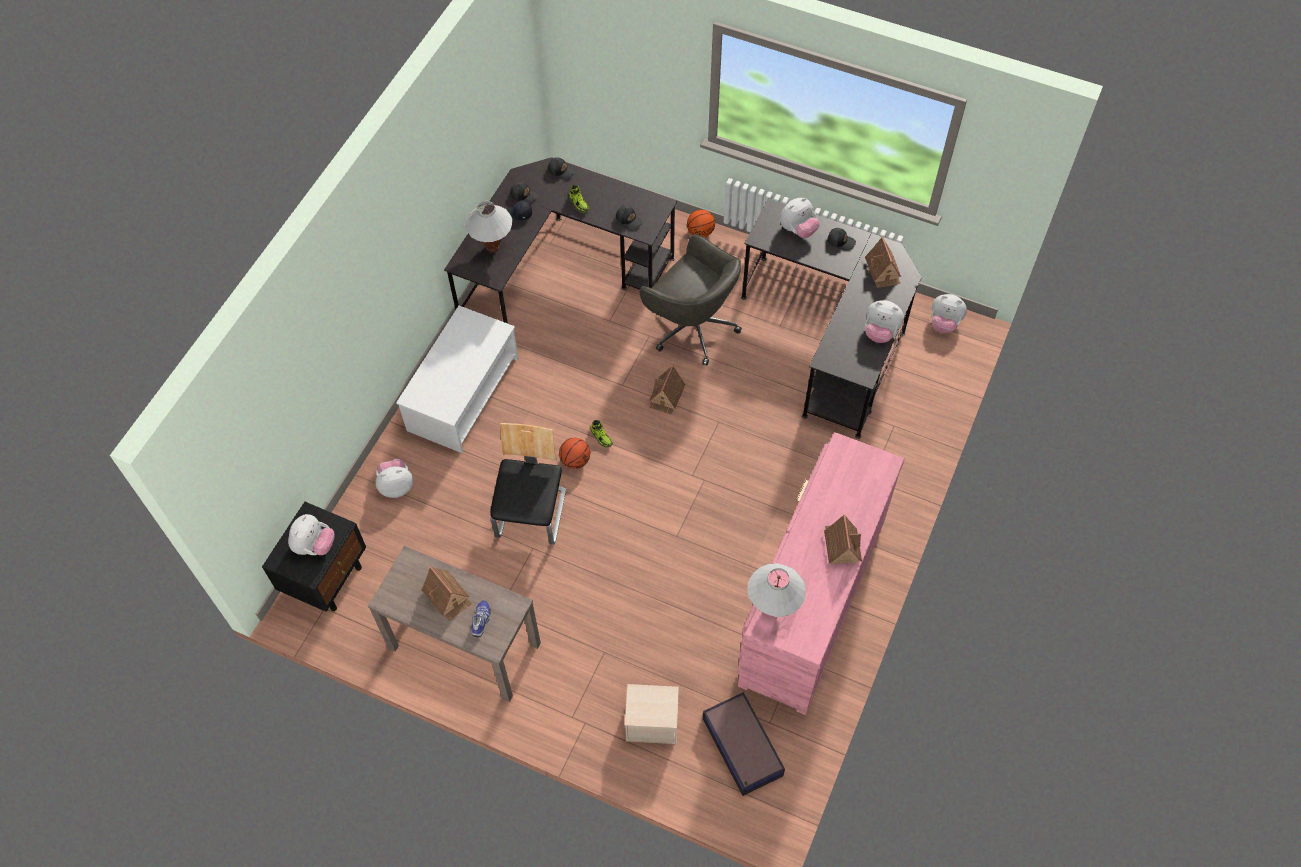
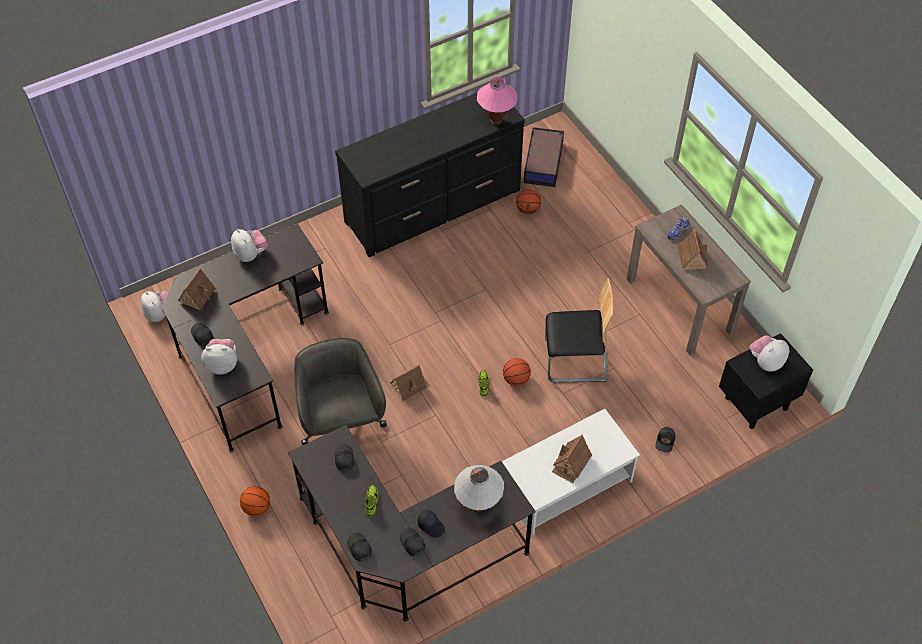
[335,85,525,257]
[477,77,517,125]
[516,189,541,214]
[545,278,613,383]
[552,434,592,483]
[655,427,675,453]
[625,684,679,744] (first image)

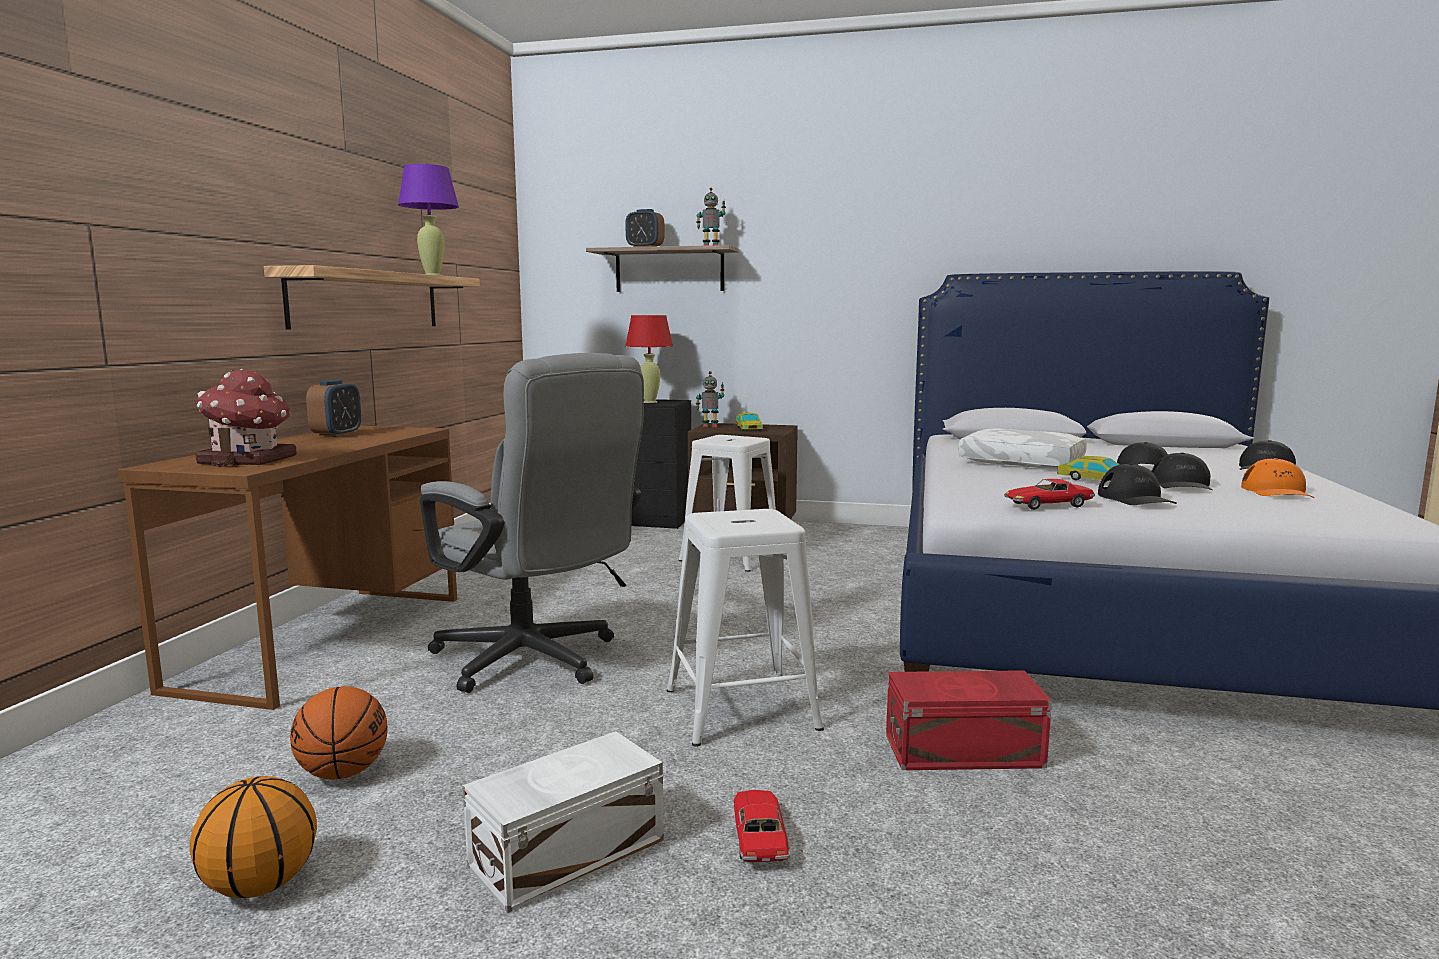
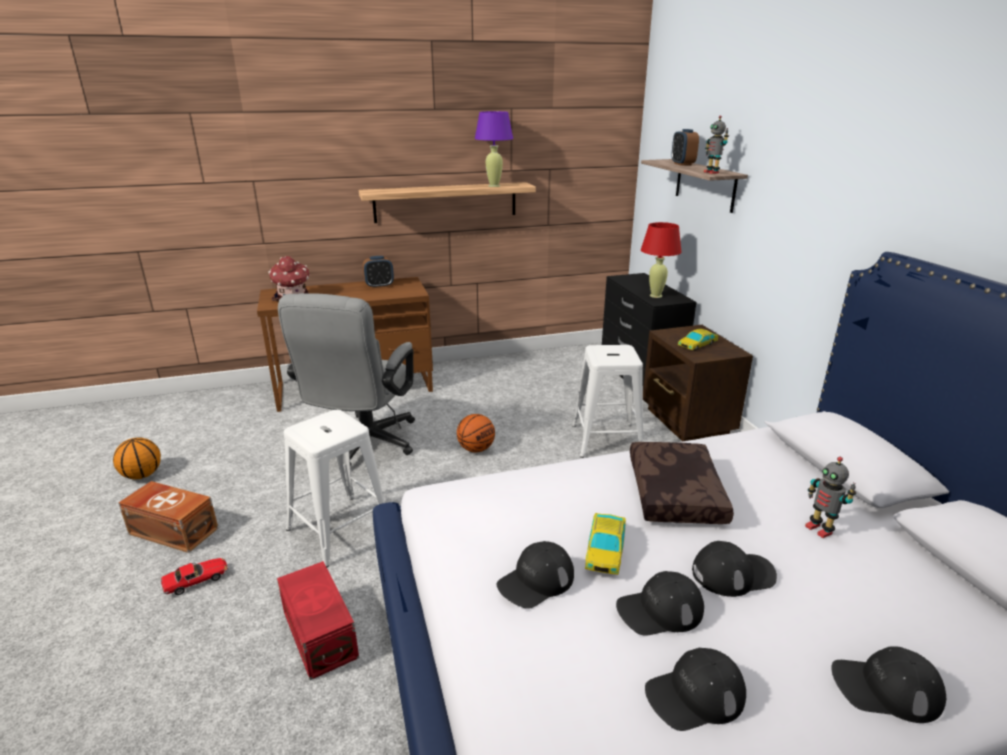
[118,481,218,553]
[457,414,495,452]
[630,442,734,524]
[645,647,746,731]
[805,457,856,538]
[1004,479,1095,510] (first image)

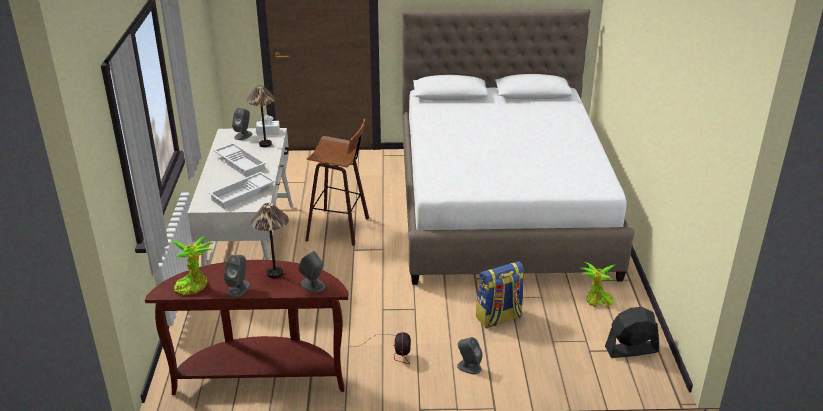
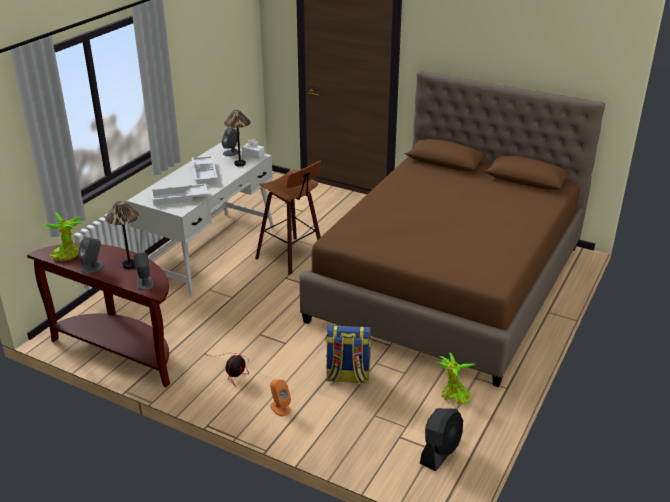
[270,379,291,416]
[299,71,605,387]
[420,408,463,471]

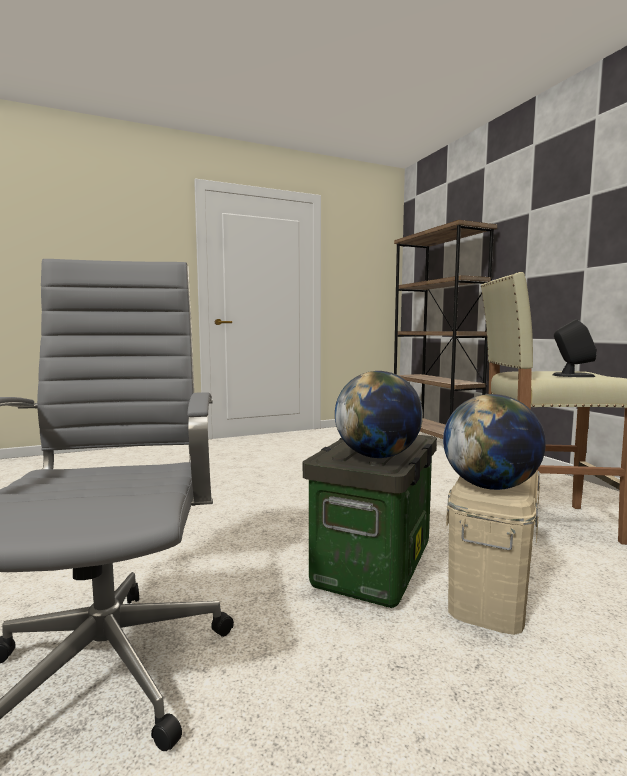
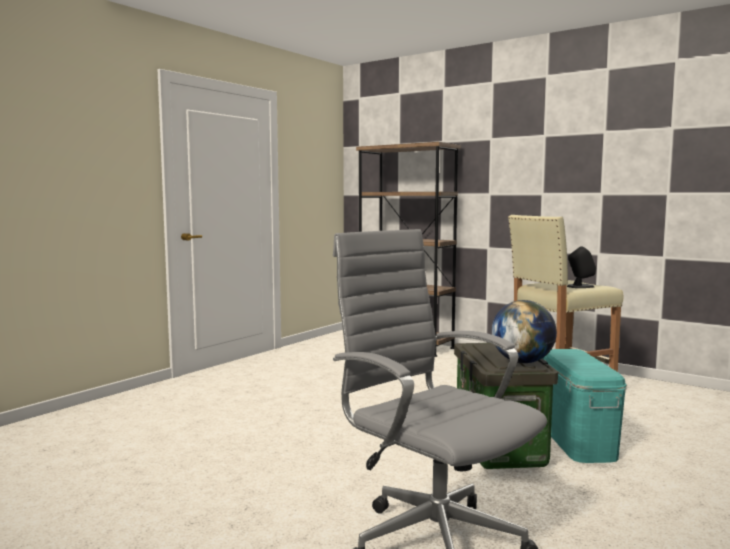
[542,349,627,463]
[443,394,546,490] (first image)

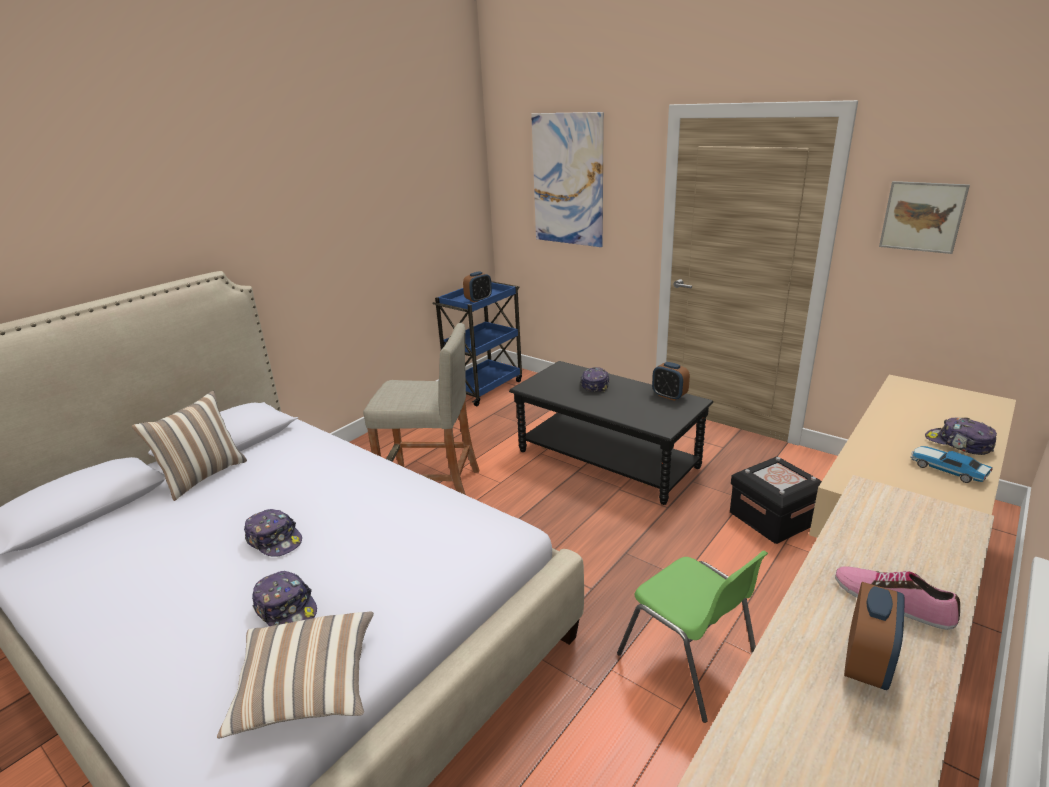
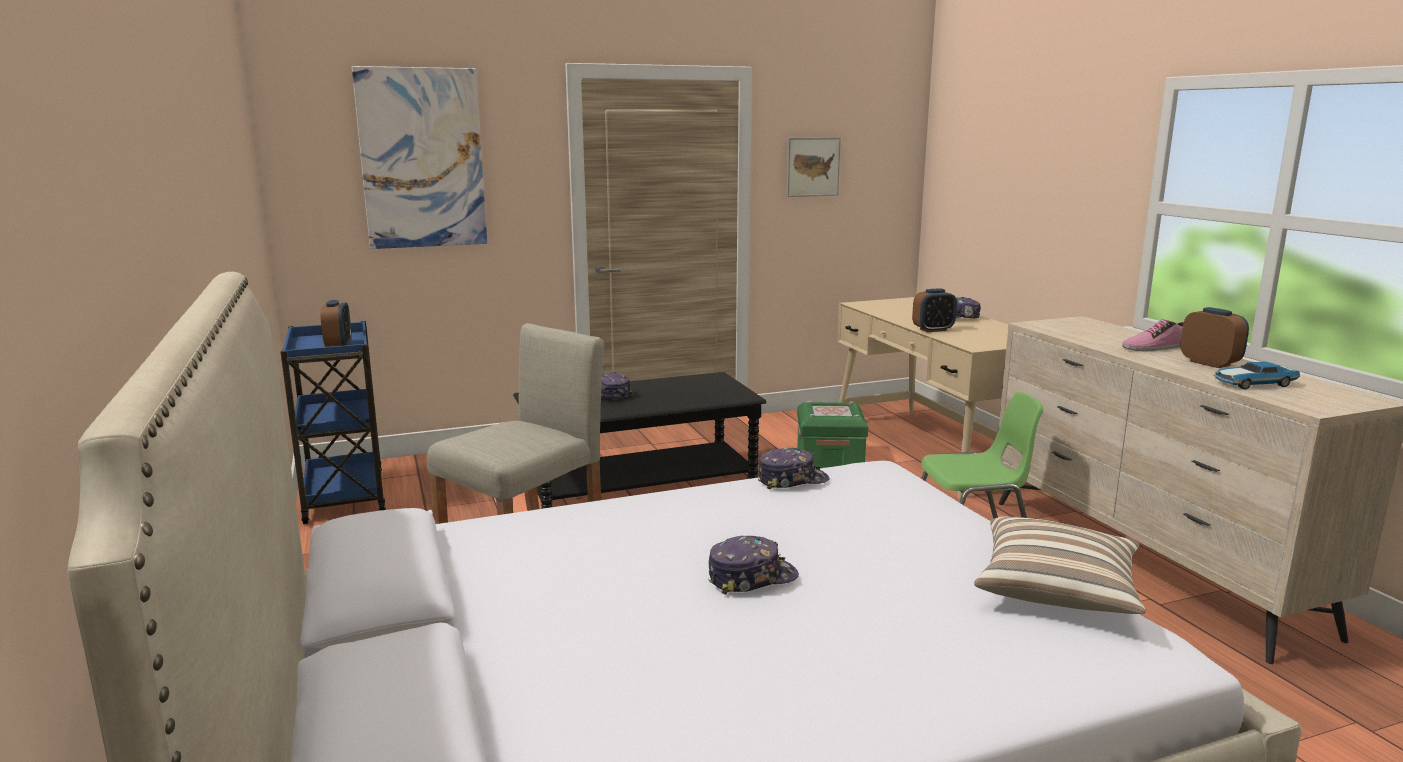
[758,447,830,490]
[797,401,868,468]
[912,289,957,332]
[1213,361,1300,390]
[132,391,247,501] (first image)

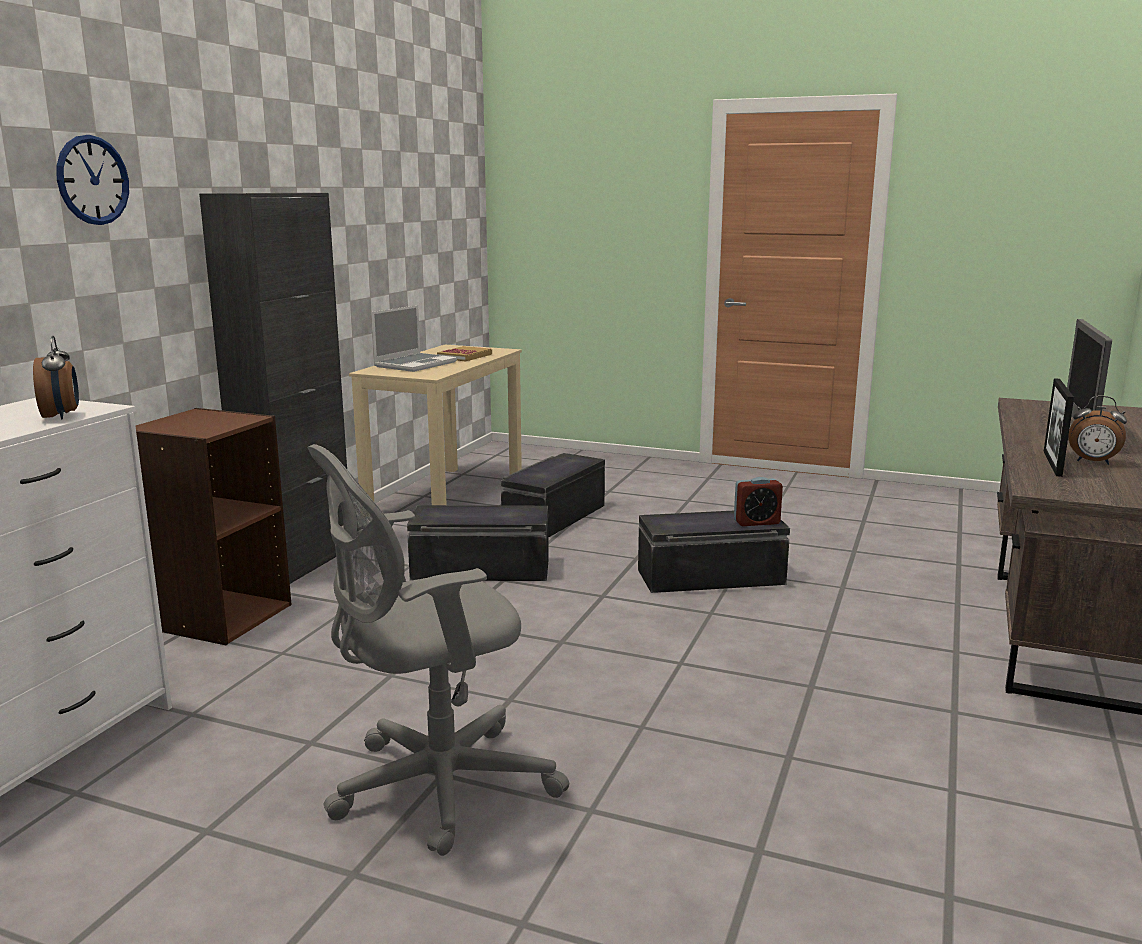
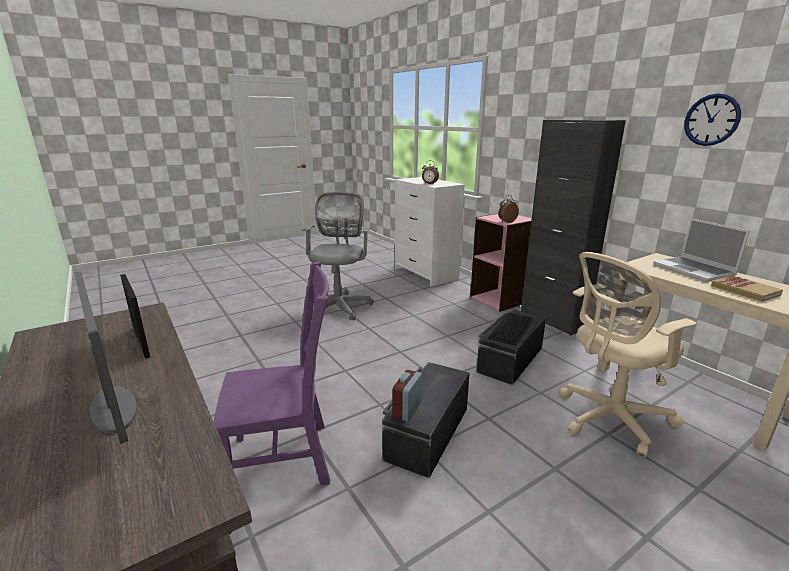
[214,261,330,485]
[470,213,532,312]
[487,313,534,346]
[498,195,519,223]
[559,252,697,457]
[684,93,741,146]

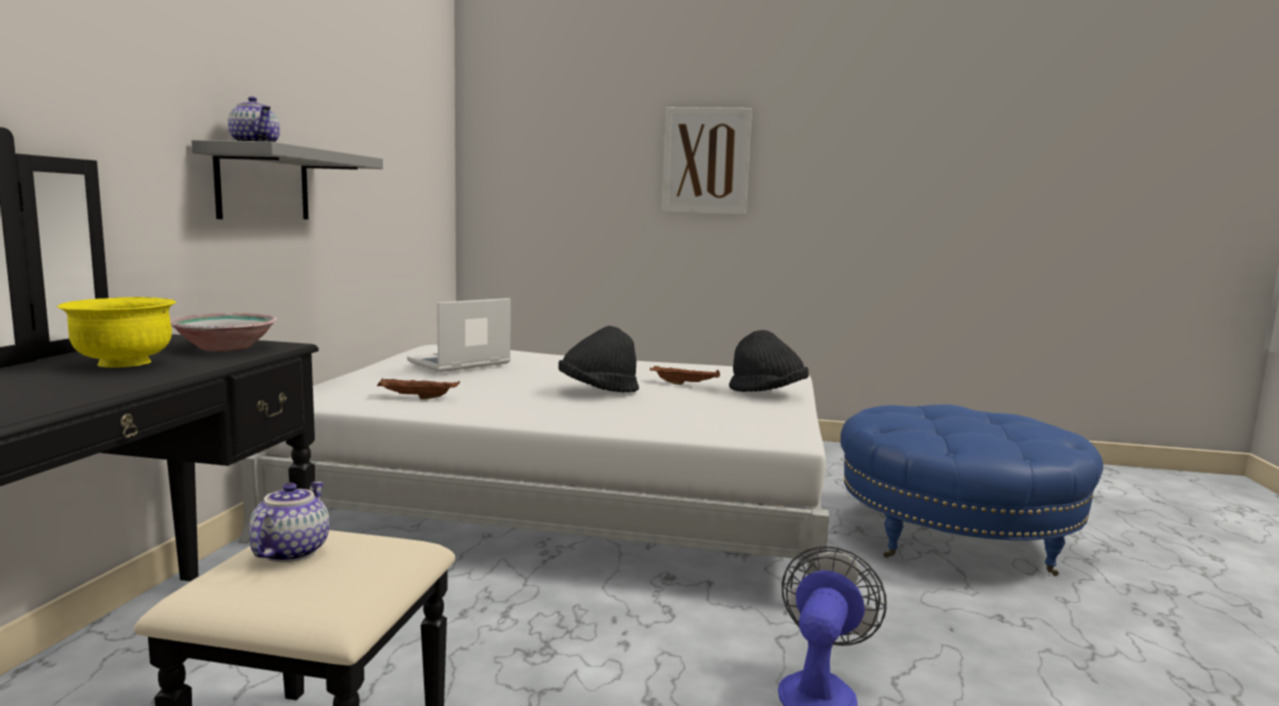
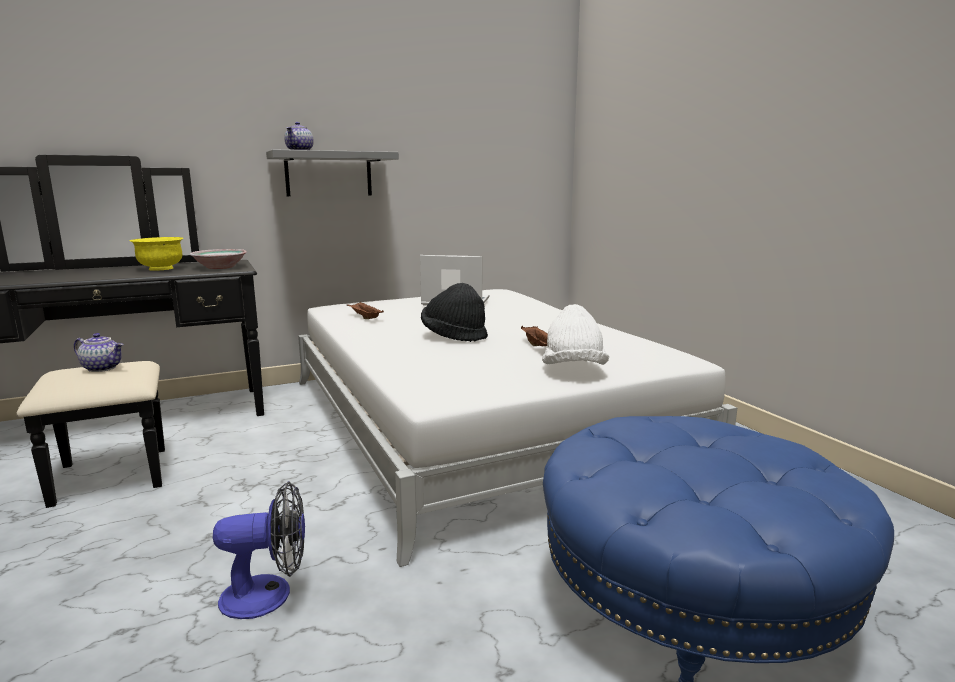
[74,333,124,372]
[542,304,609,365]
[661,107,752,215] (first image)

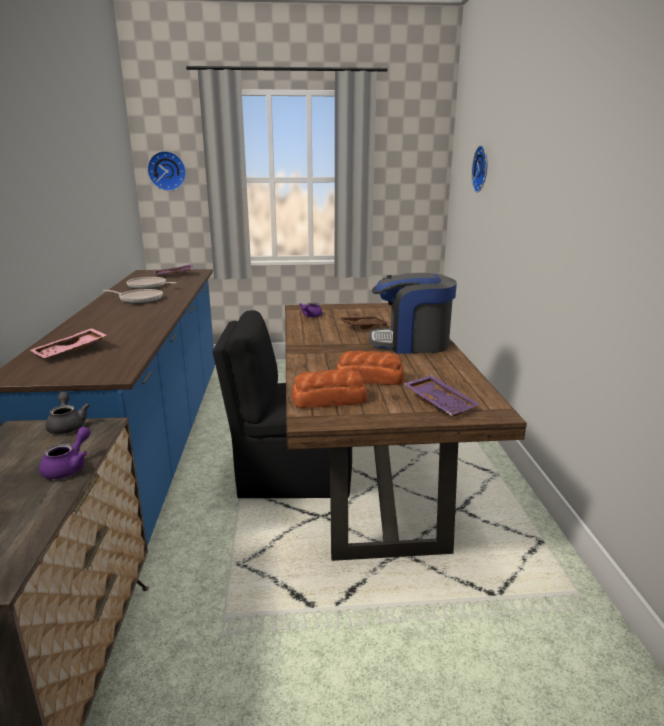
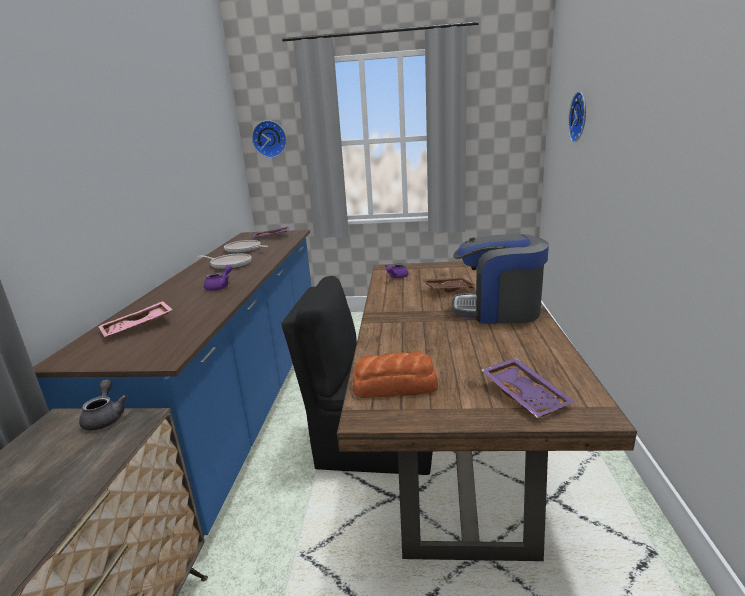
[204,265,232,291]
[337,351,404,385] (first image)

